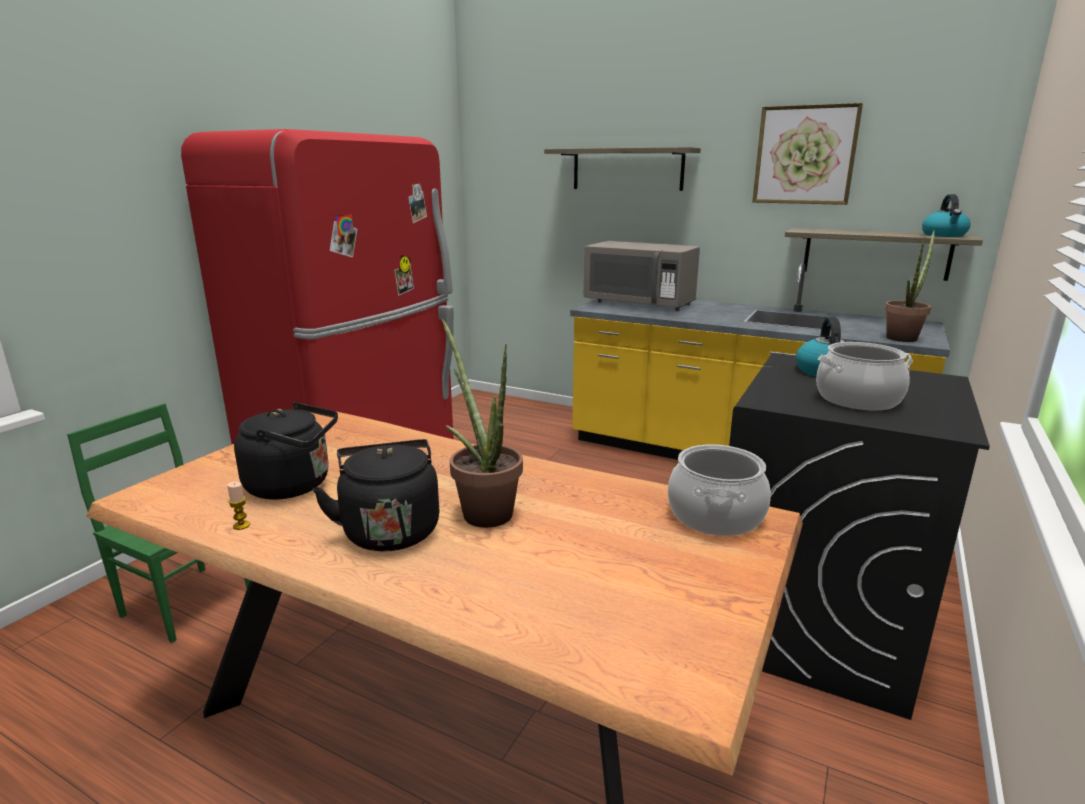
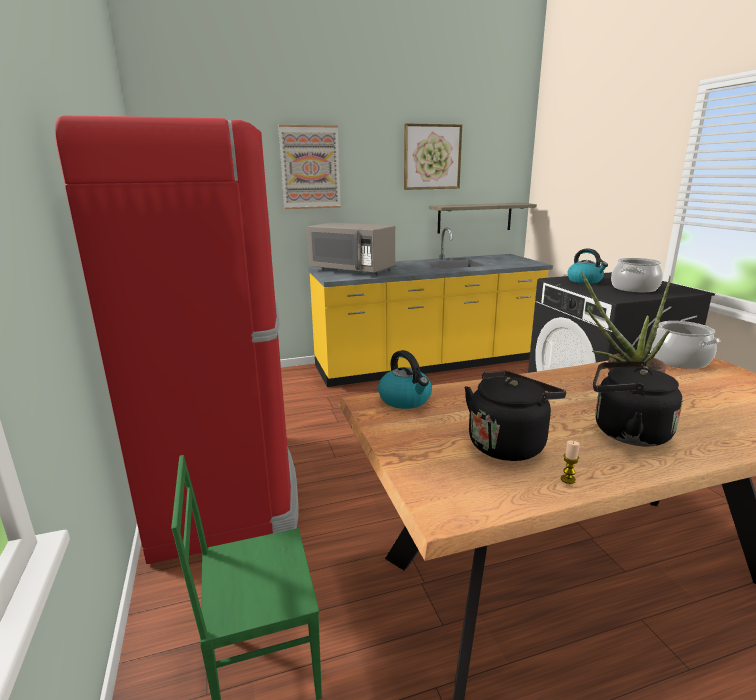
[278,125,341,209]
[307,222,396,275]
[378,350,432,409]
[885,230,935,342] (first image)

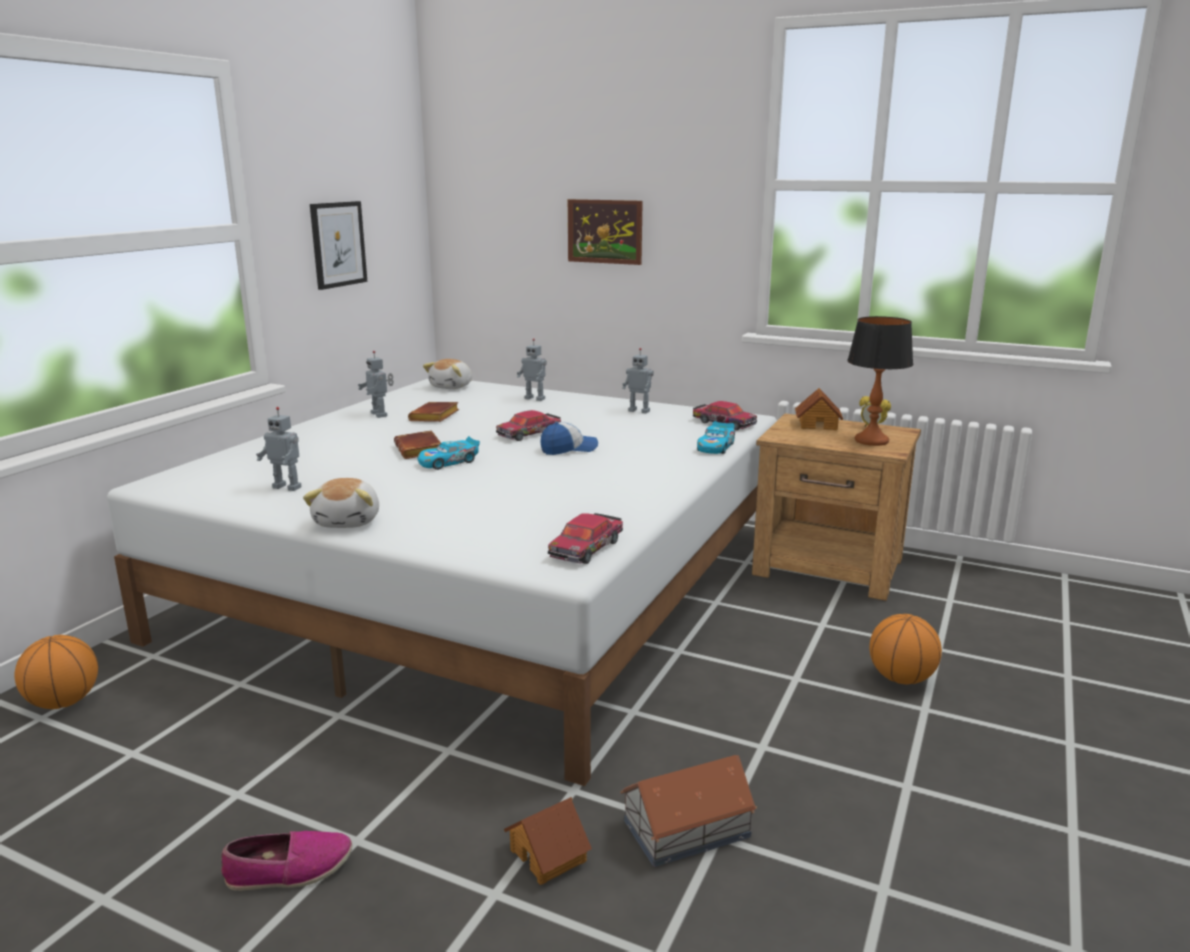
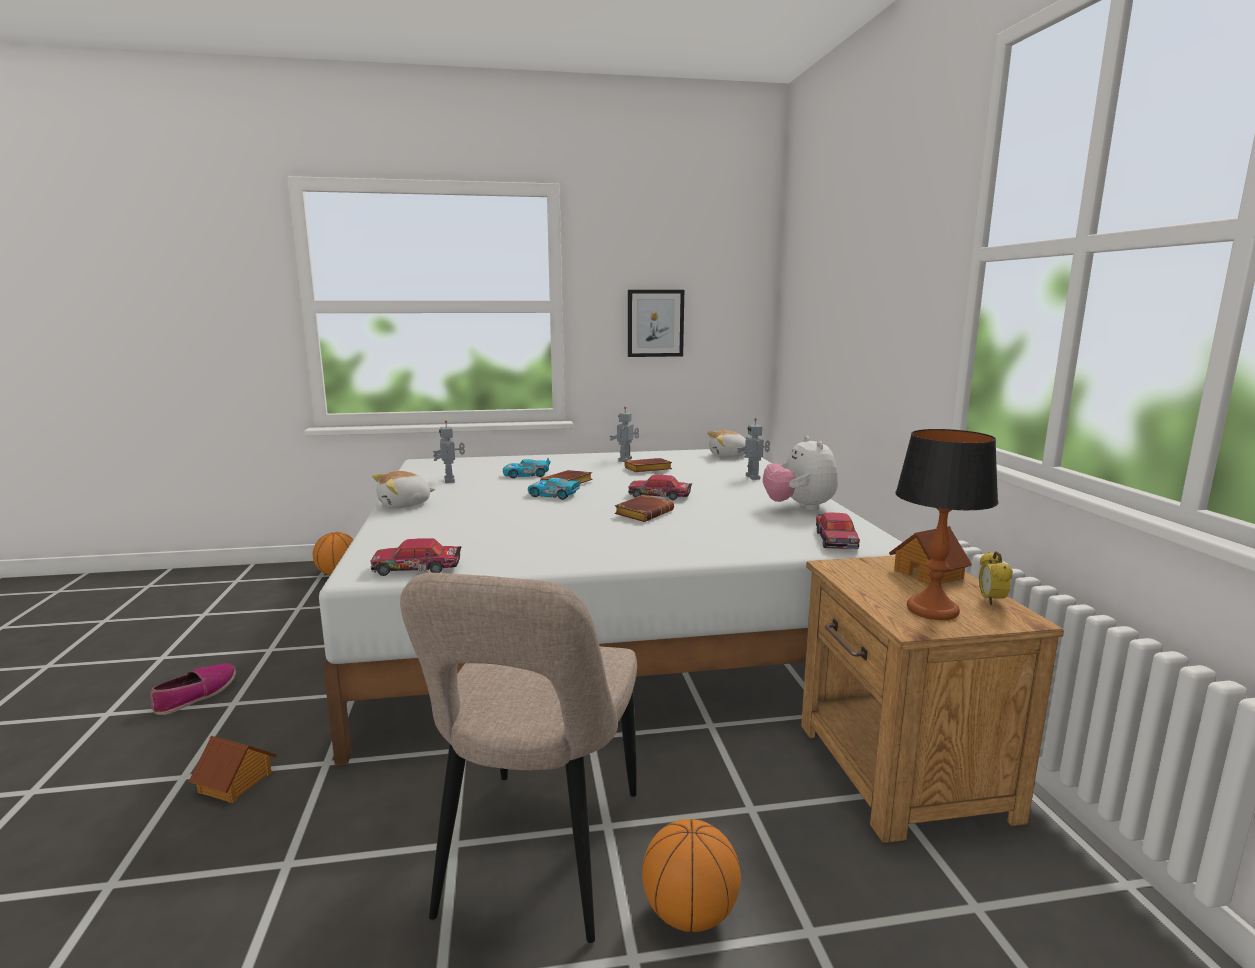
[150,663,236,715]
[400,573,637,943]
[503,458,551,478]
[614,495,674,522]
[763,436,838,511]
[568,199,643,265] (first image)
[620,755,757,867] (first image)

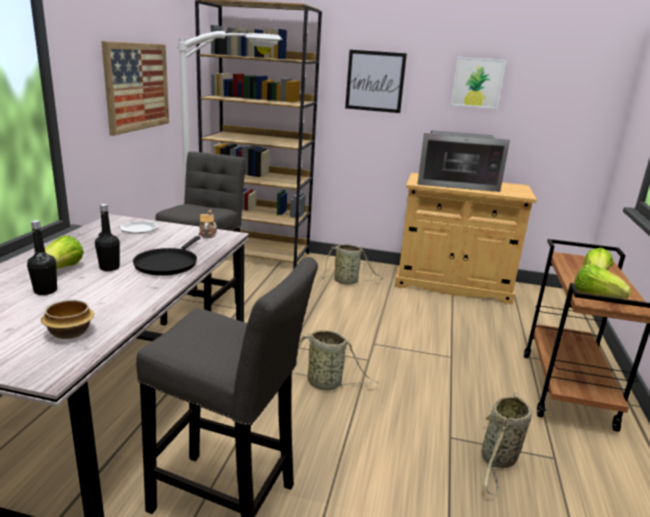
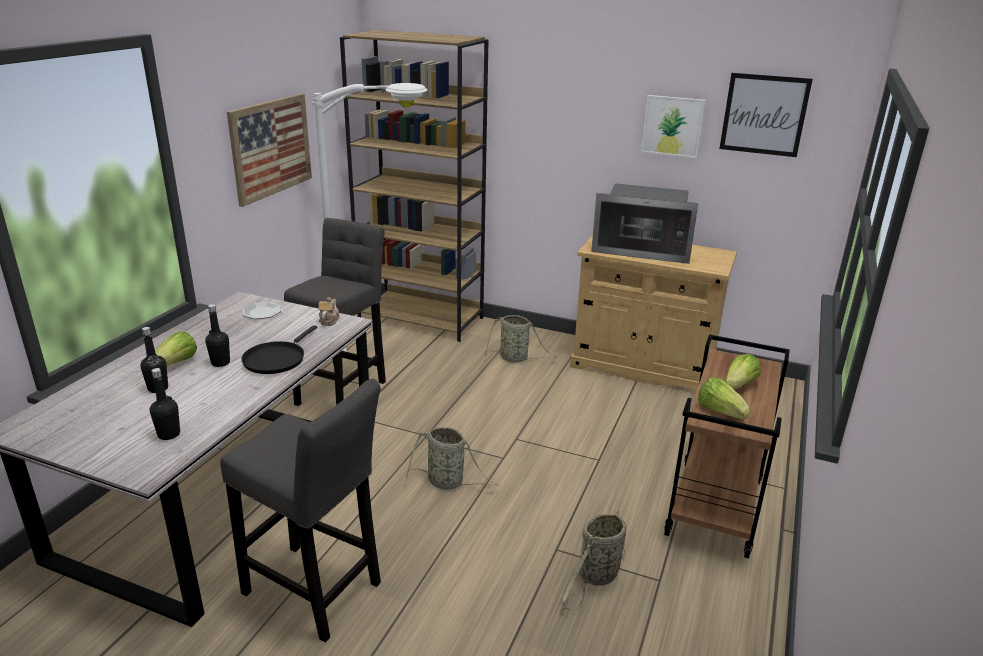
[150,368,180,440]
[719,73,813,157]

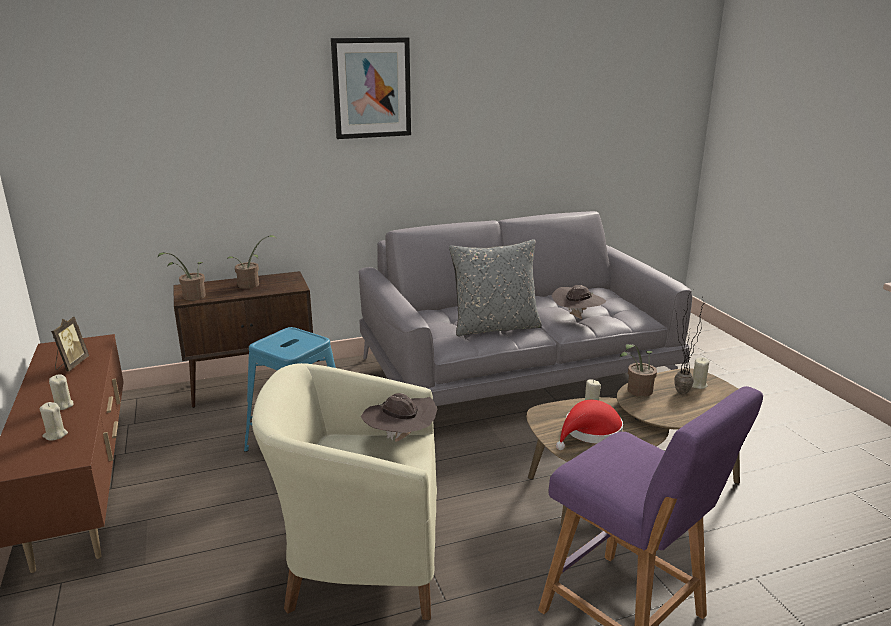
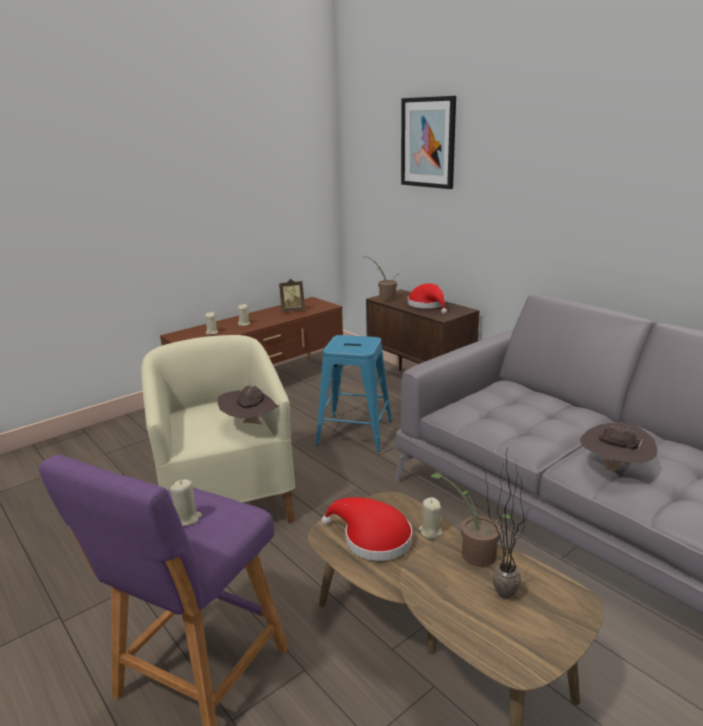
[170,479,202,526]
[401,96,456,189]
[408,283,447,314]
[449,239,542,336] (first image)

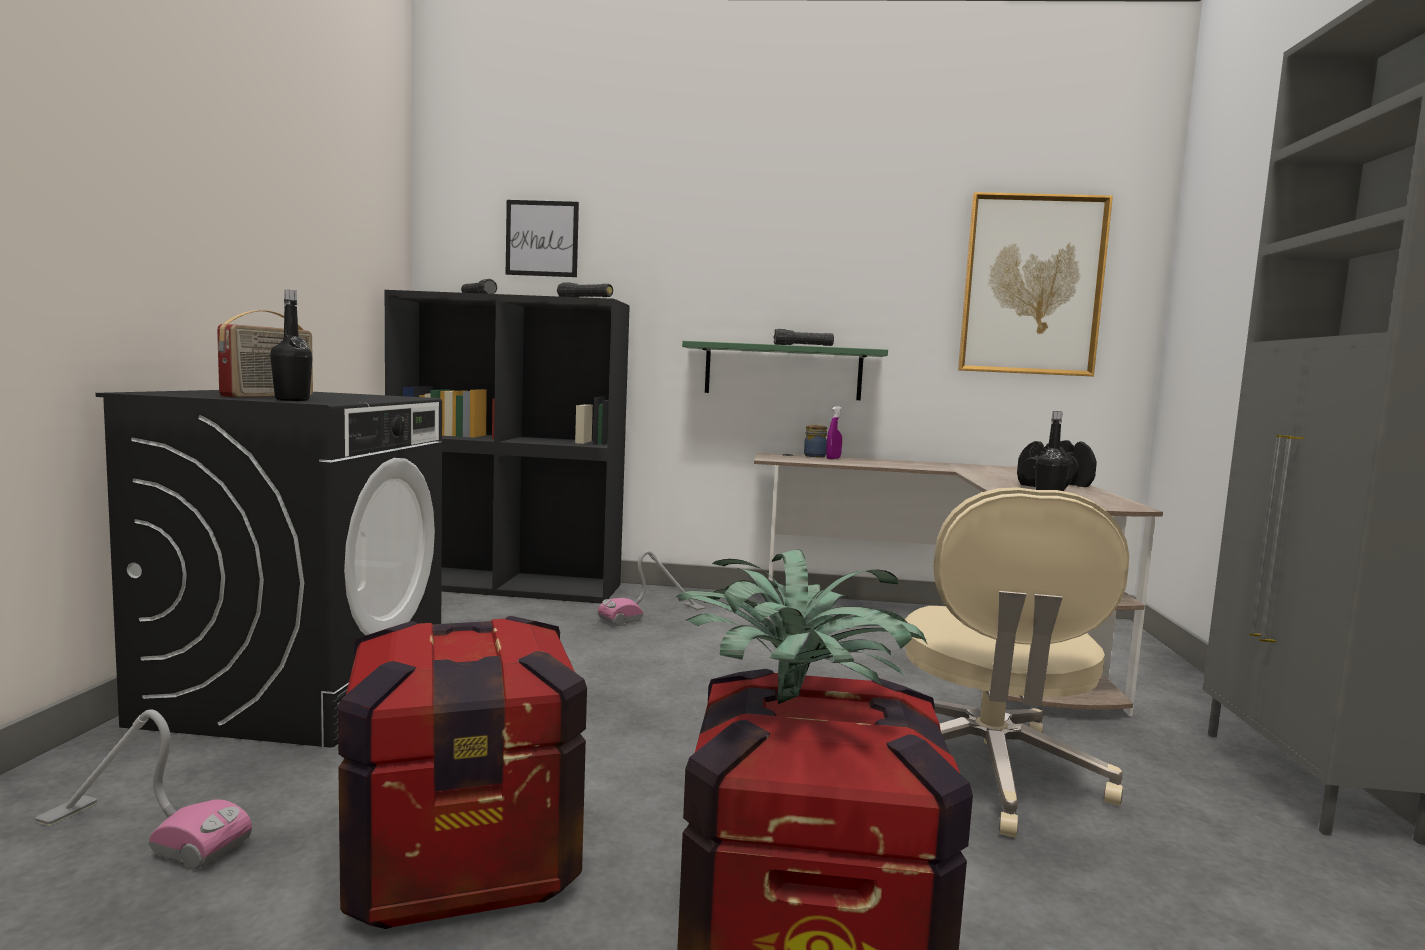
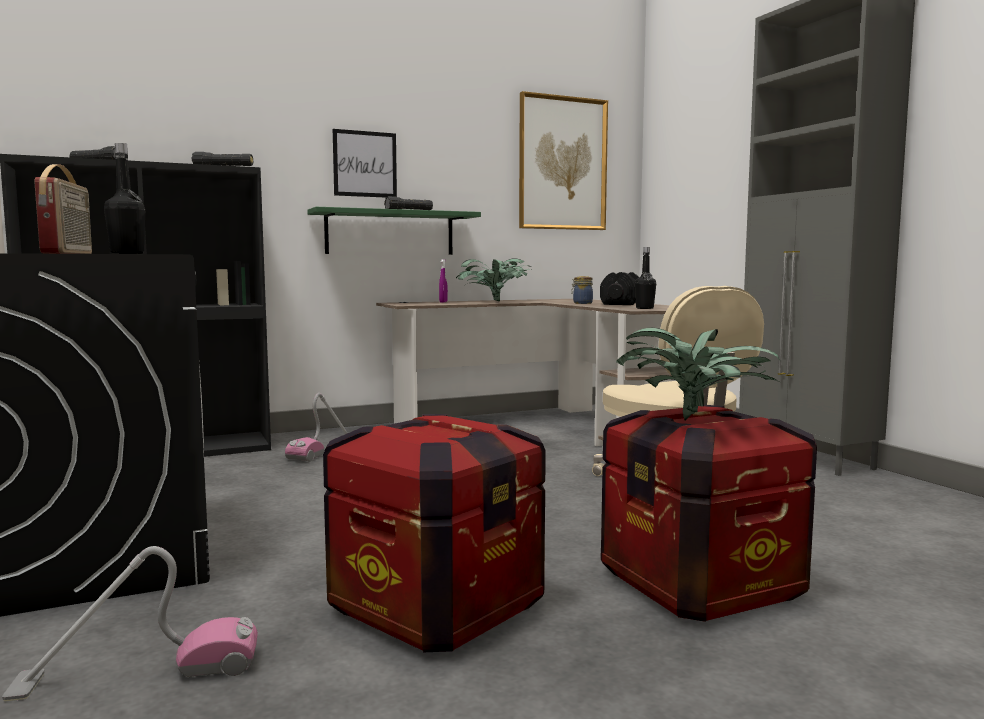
[333,129,397,198]
[456,258,533,302]
[571,276,593,304]

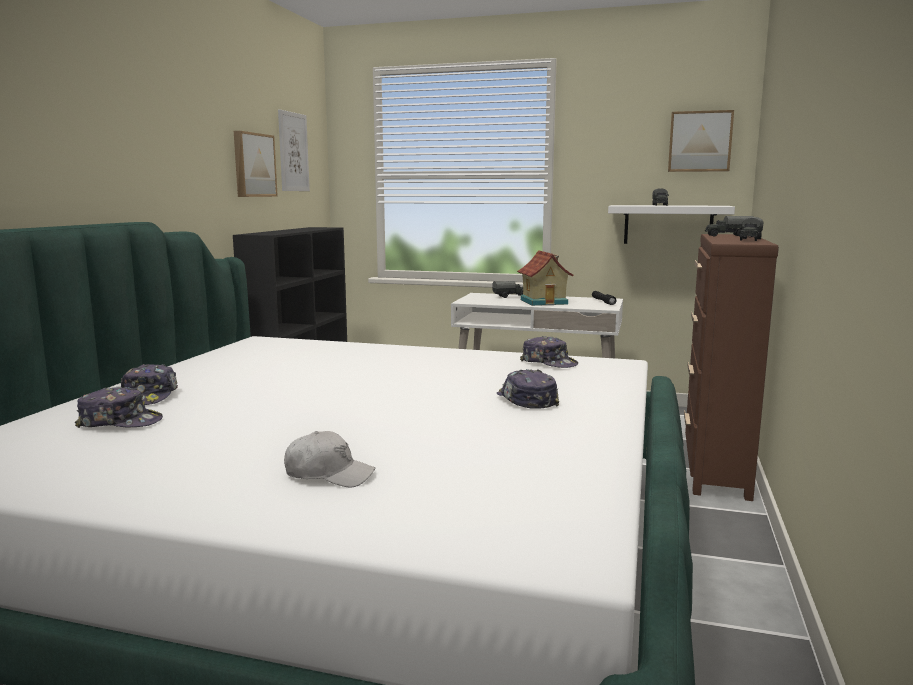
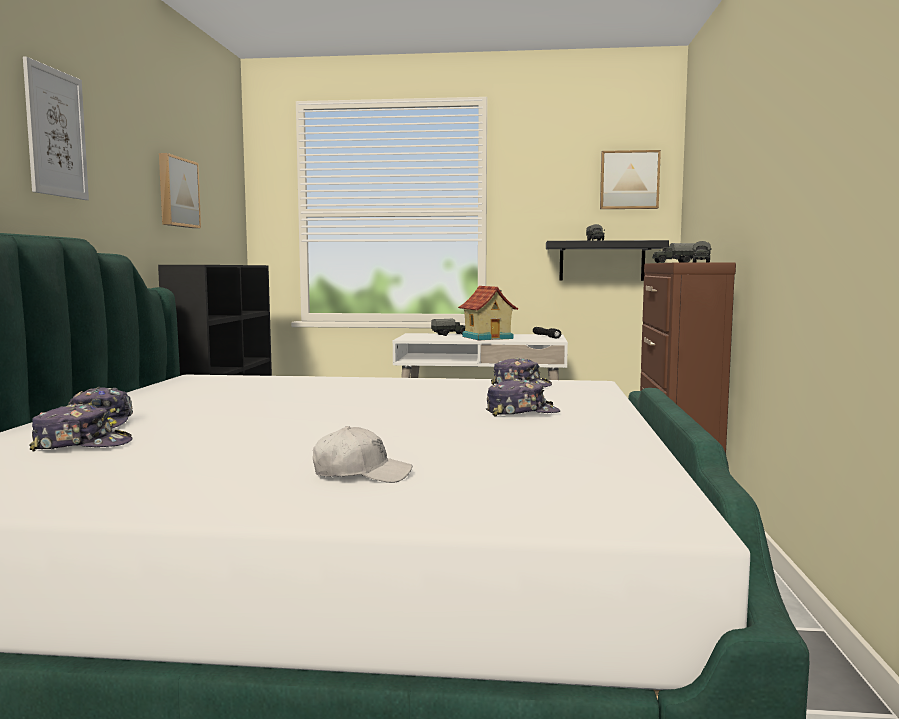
[23,57,89,200]
[486,379,560,416]
[546,240,669,281]

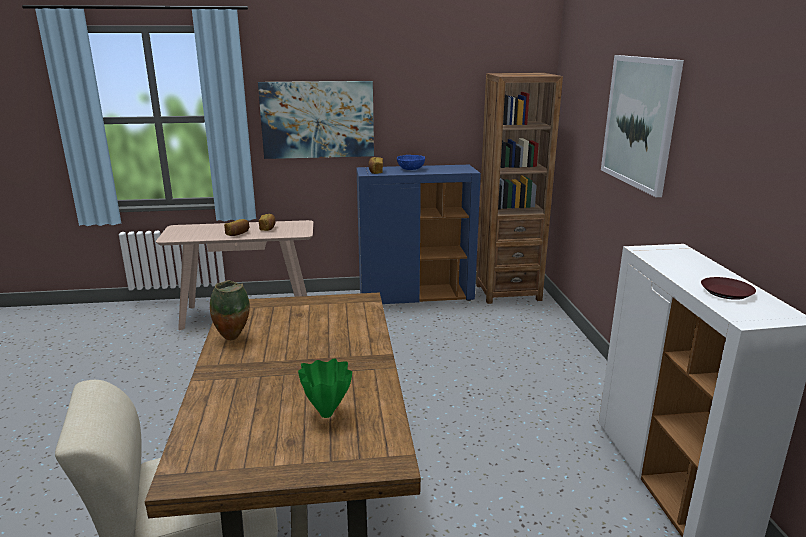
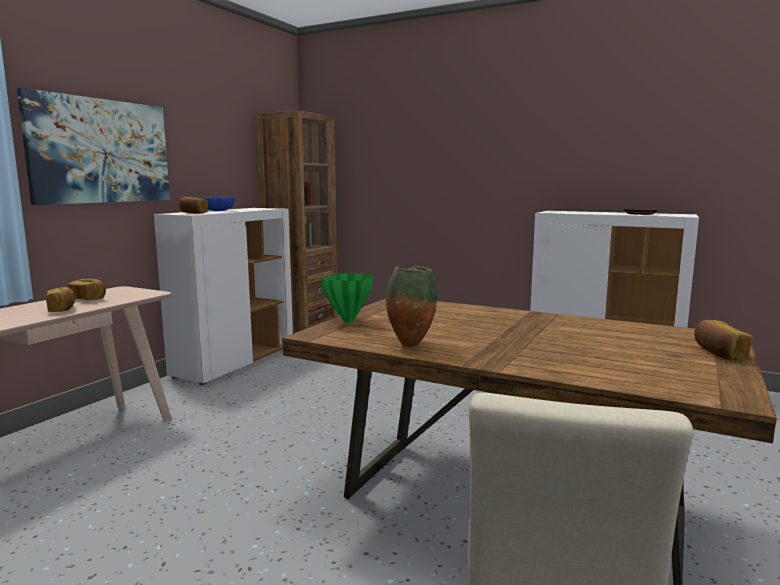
[154,208,293,385]
[321,273,374,323]
[694,320,753,360]
[601,55,684,197] (first image)

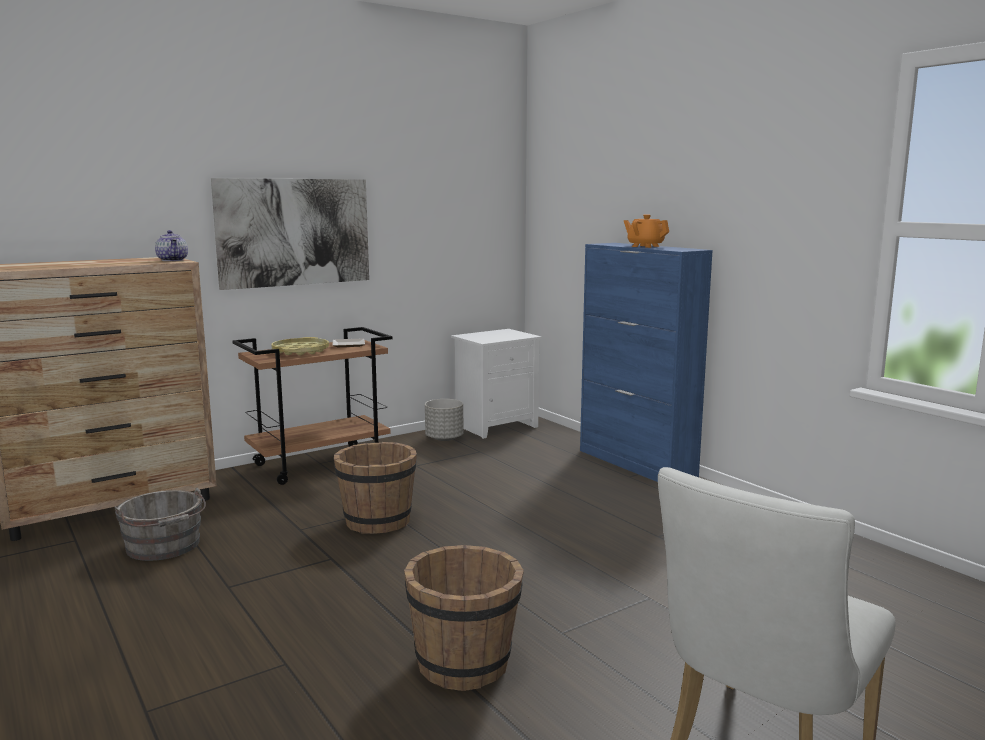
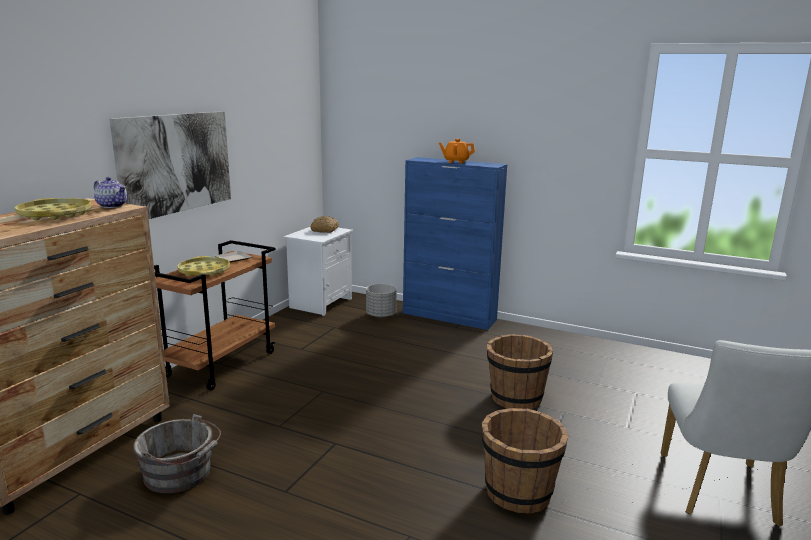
[15,198,91,220]
[310,216,339,233]
[366,284,397,318]
[487,334,553,409]

